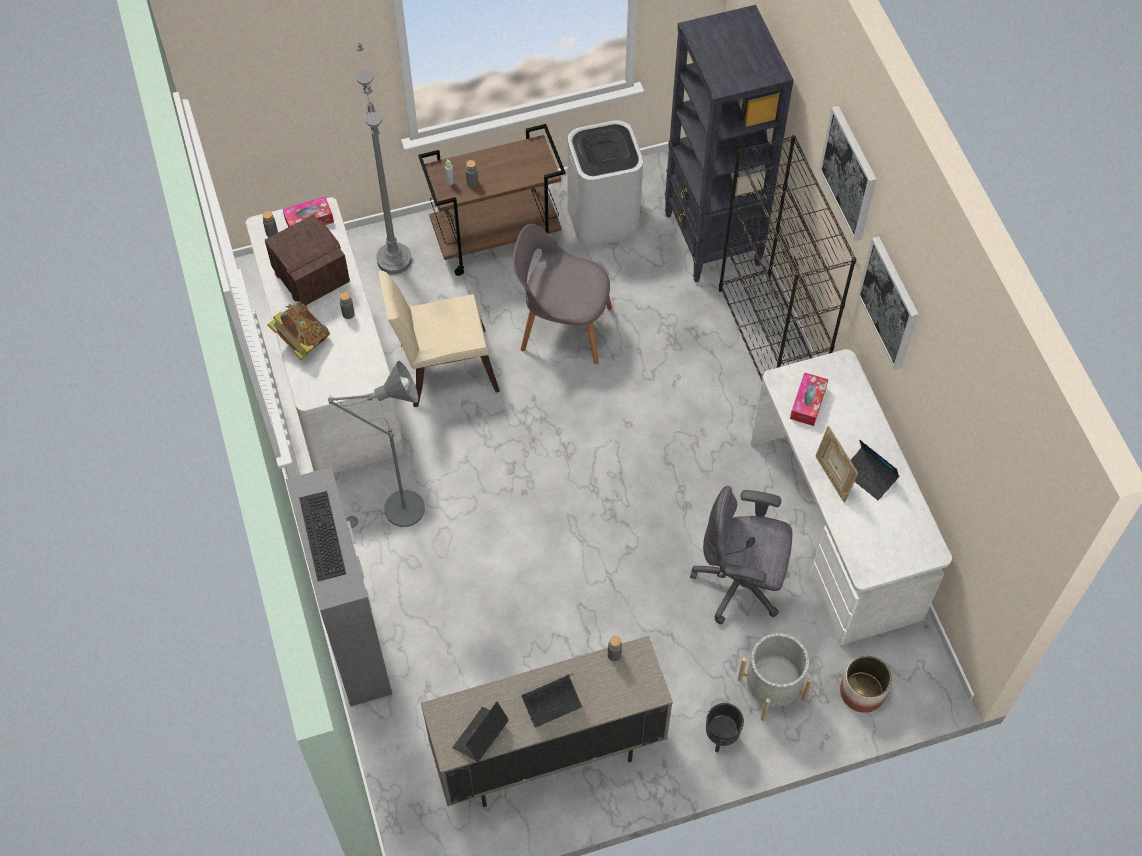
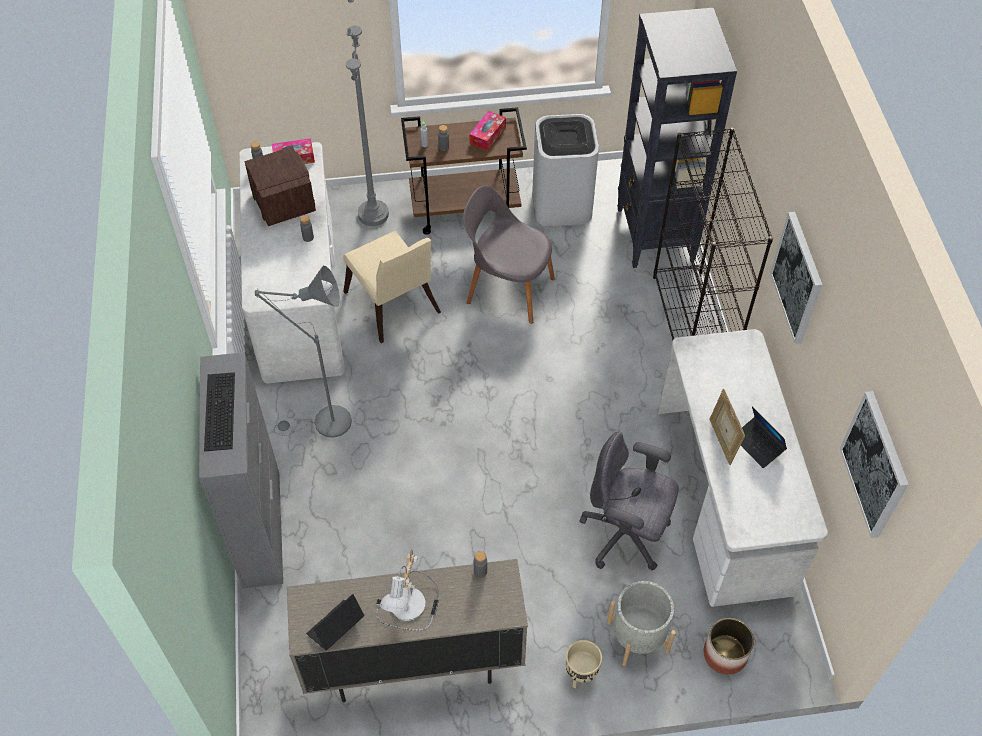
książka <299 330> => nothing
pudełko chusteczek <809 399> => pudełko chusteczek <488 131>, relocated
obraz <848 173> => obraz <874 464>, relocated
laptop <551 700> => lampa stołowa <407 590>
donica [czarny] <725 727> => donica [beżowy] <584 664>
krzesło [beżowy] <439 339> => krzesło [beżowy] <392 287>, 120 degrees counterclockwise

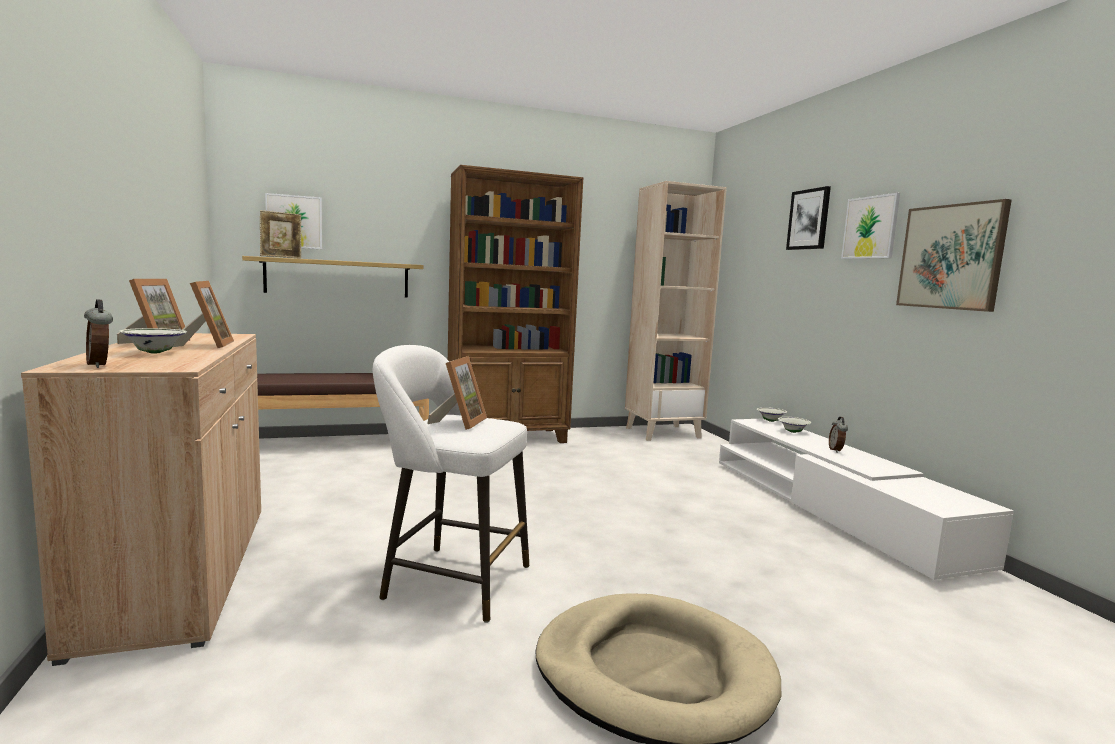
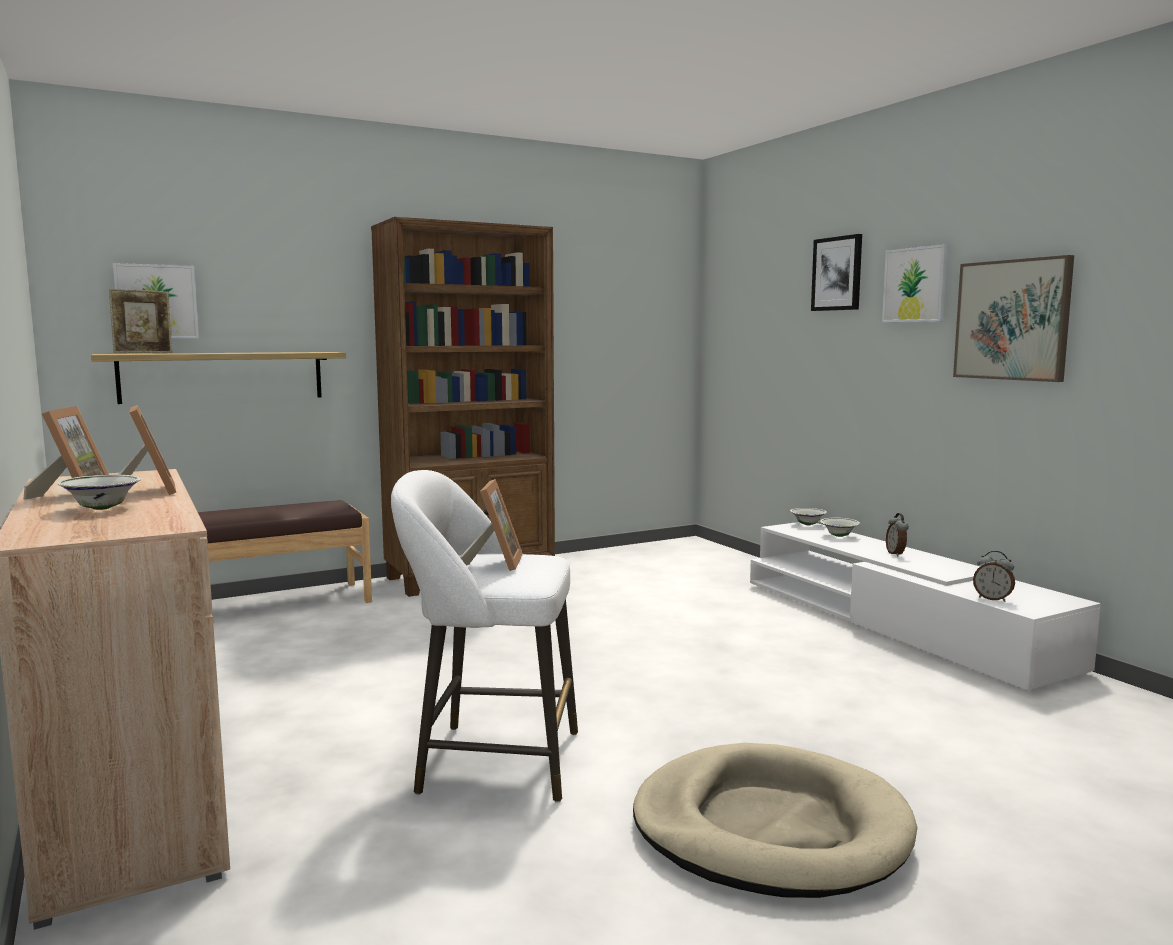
regał [beżowy] <676 311> => nothing
budzik <98 333> => budzik <994 576>, relocated

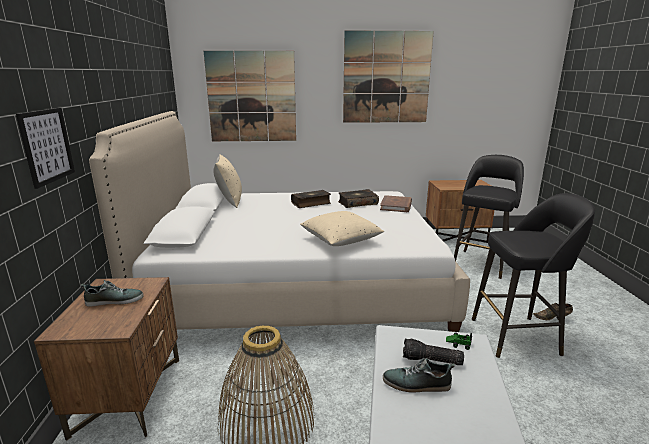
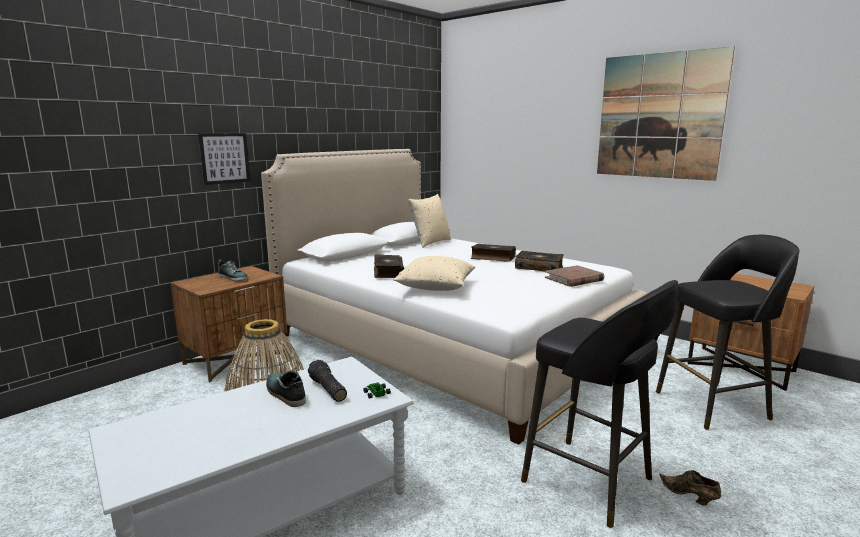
obraz <250 96> => nothing
nothing => książka <389 266>

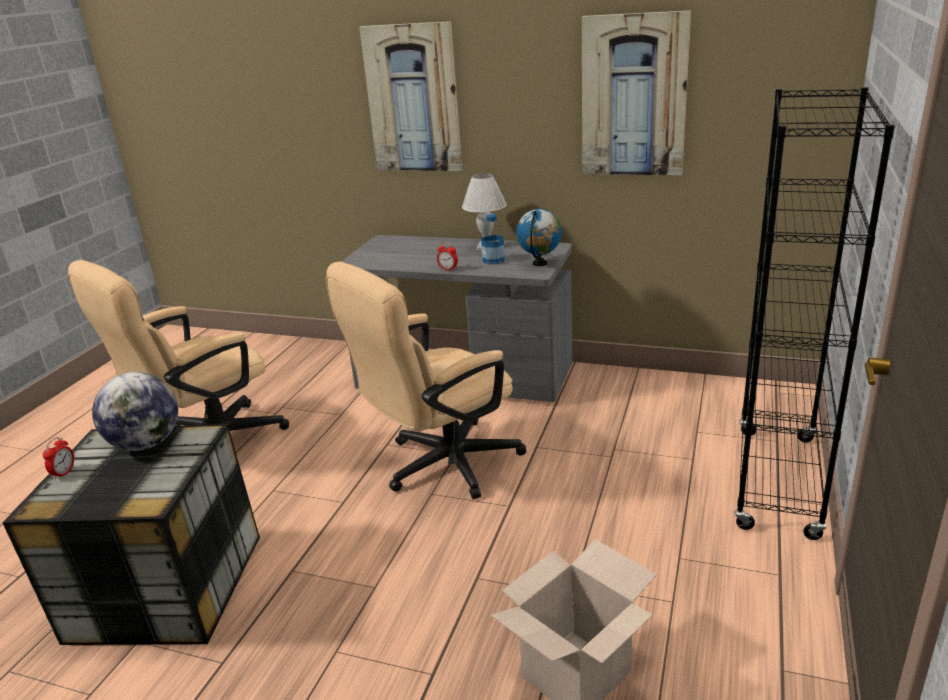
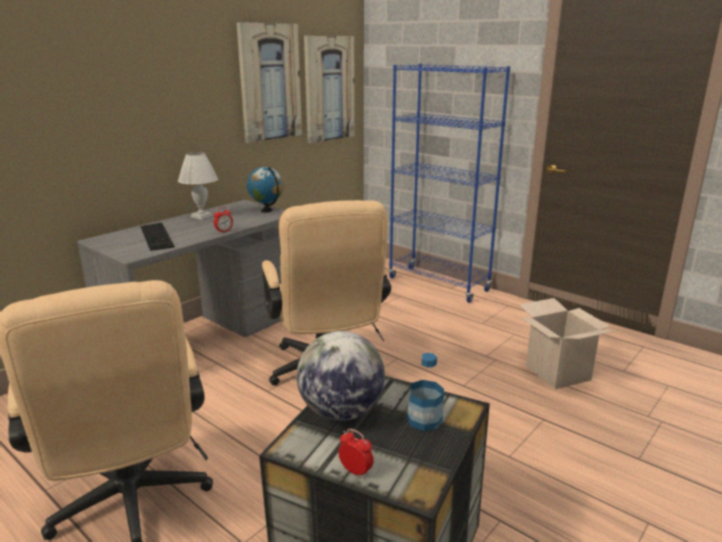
nothing => klawiatura <157 237>
obraz <410 96> => obraz <329 89>, relocated
butelka <493 239> => butelka <425 392>, relocated
regał [czarny] <814 313> => regał [niebieski] <449 183>

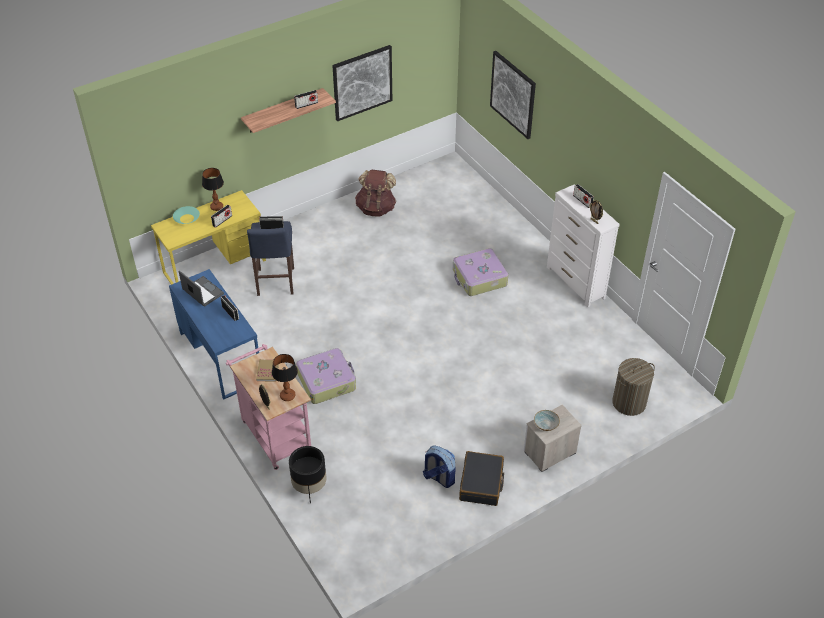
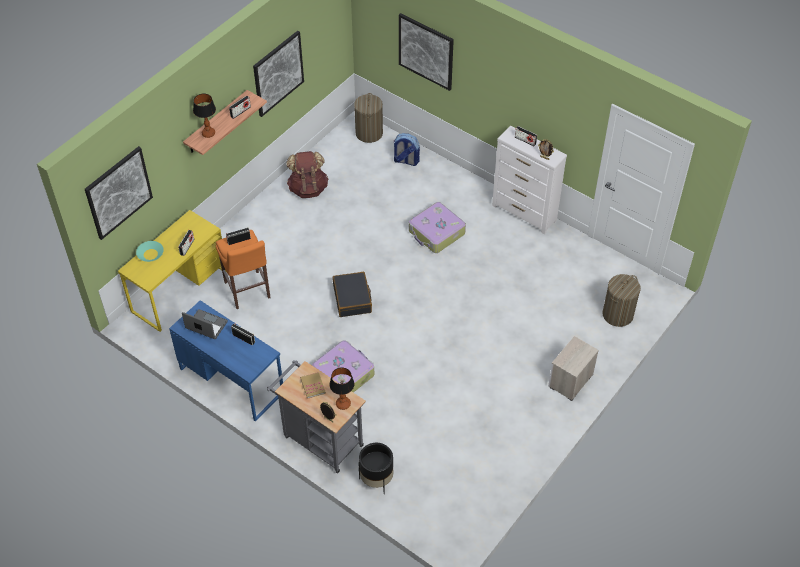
miska <547 420> => nothing
nothing => obraz <119 193>
nothing => kosz na pranie <368 118>
lampa stołowa <213 189> => lampa stołowa <204 116>, relocated
plecak <439 466> => plecak <406 149>, relocated
walizka [czarny] <481 478> => walizka [czarny] <352 294>, relocated
wózek [różowy] <268 407> => wózek [szary] <316 417>
stołek [niebieski] <270 258> => stołek [pomarańczowy] <243 269>

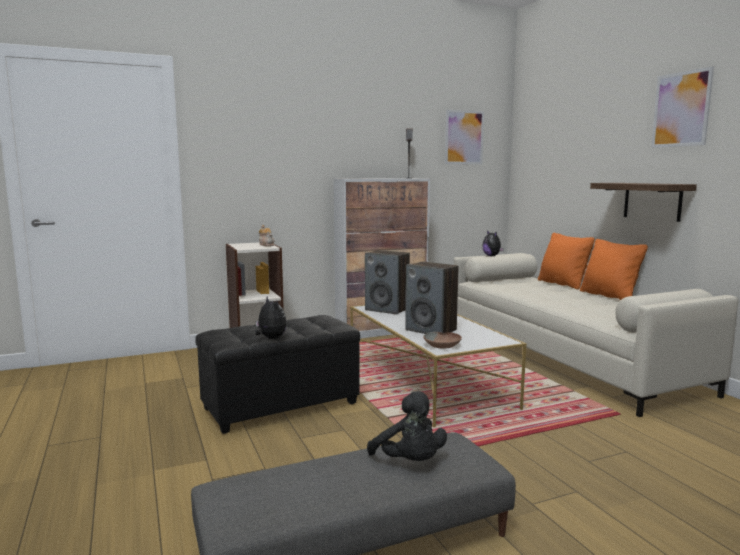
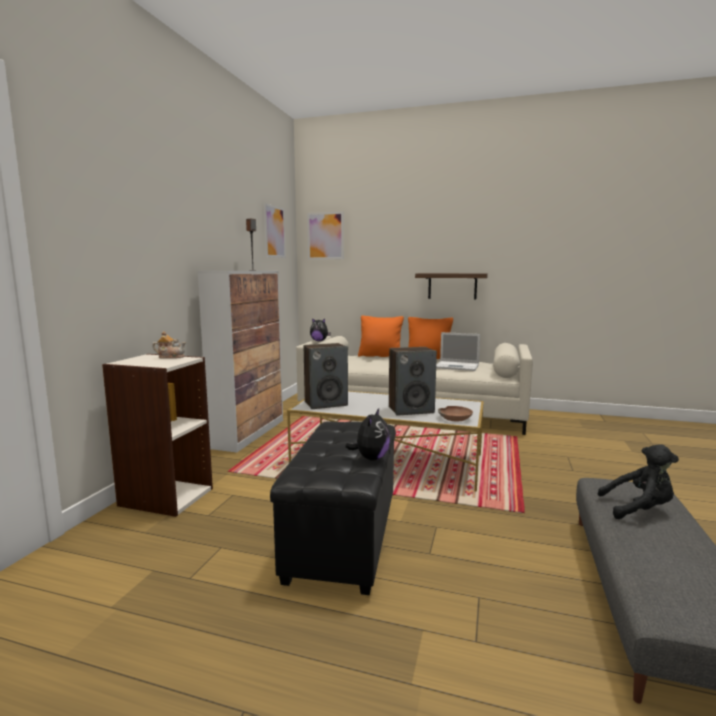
nothing => laptop <458 351>
obraz <682 107> => obraz <325 236>, relocated
pluszak <270 317> => pluszak <367 434>, 105 degrees clockwise

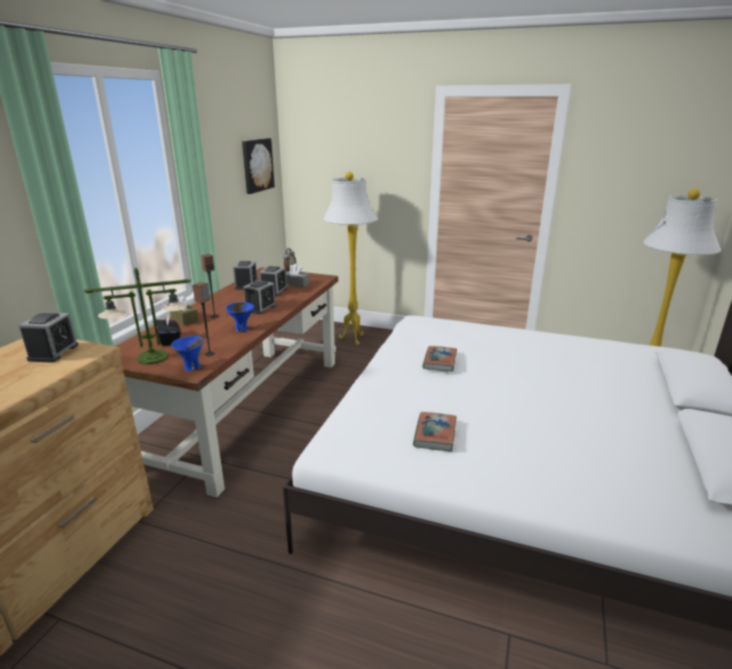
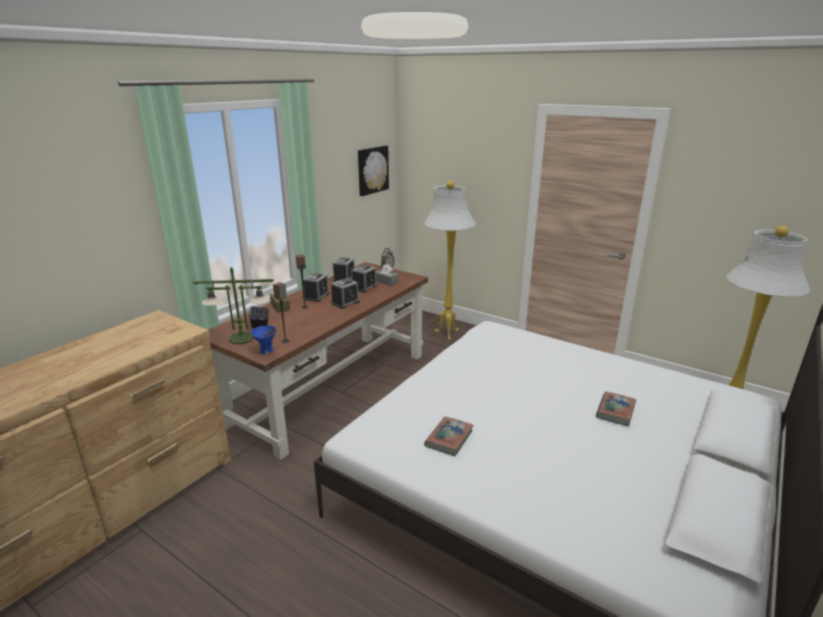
miska [niebieski] <240 317> => nothing
budzik <49 337> => budzik <316 287>, relocated
książka <439 359> => książka <616 409>, relocated

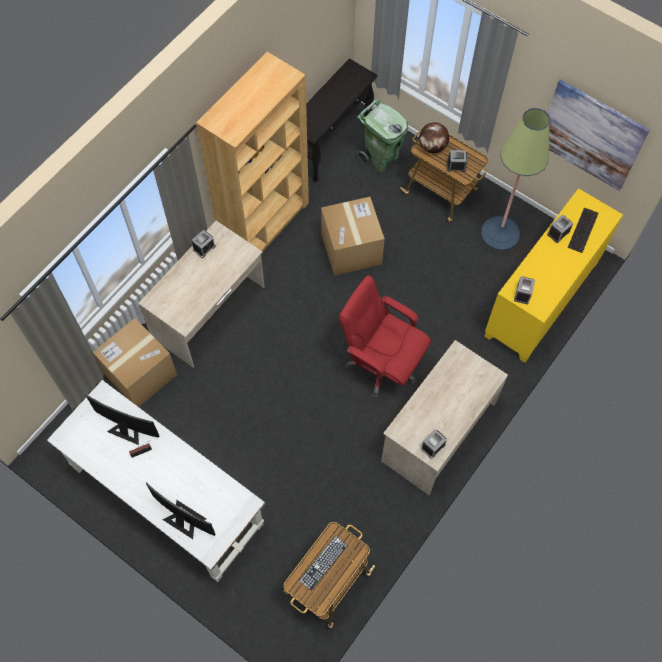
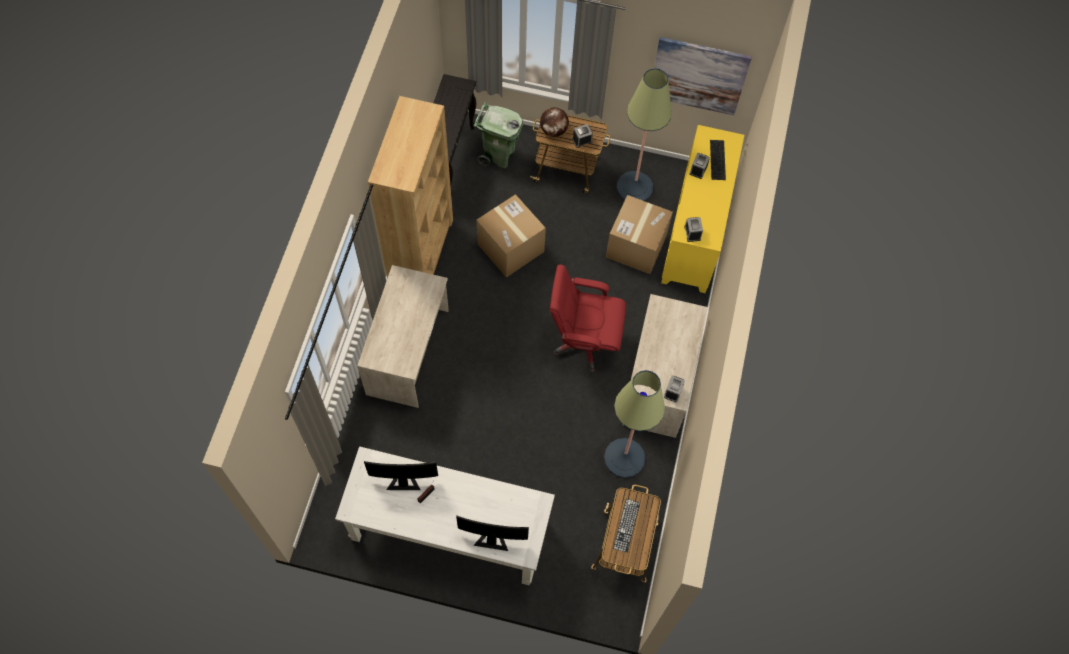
budzik <204 244> => nothing
nothing => lampa stojąca <634 424>
karton <135 362> => karton <639 234>, relocated

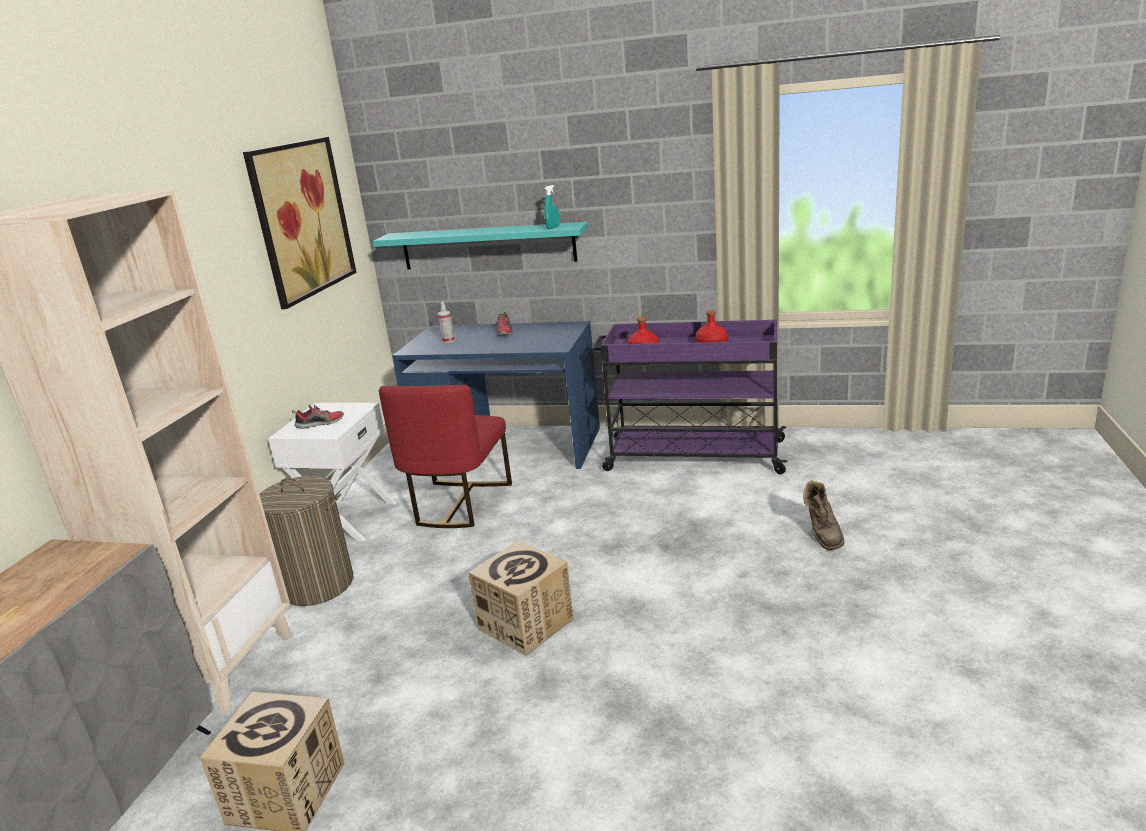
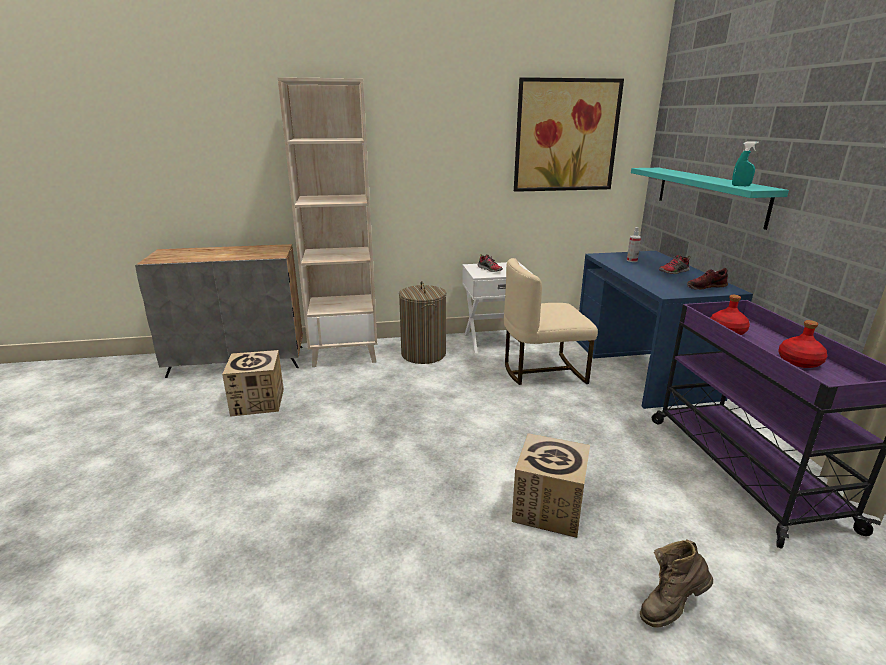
nothing => but <707 279>
karton <521 598> => karton <551 485>, relocated
krzesło [czerwony] <445 456> => krzesło [beżowy] <551 321>

